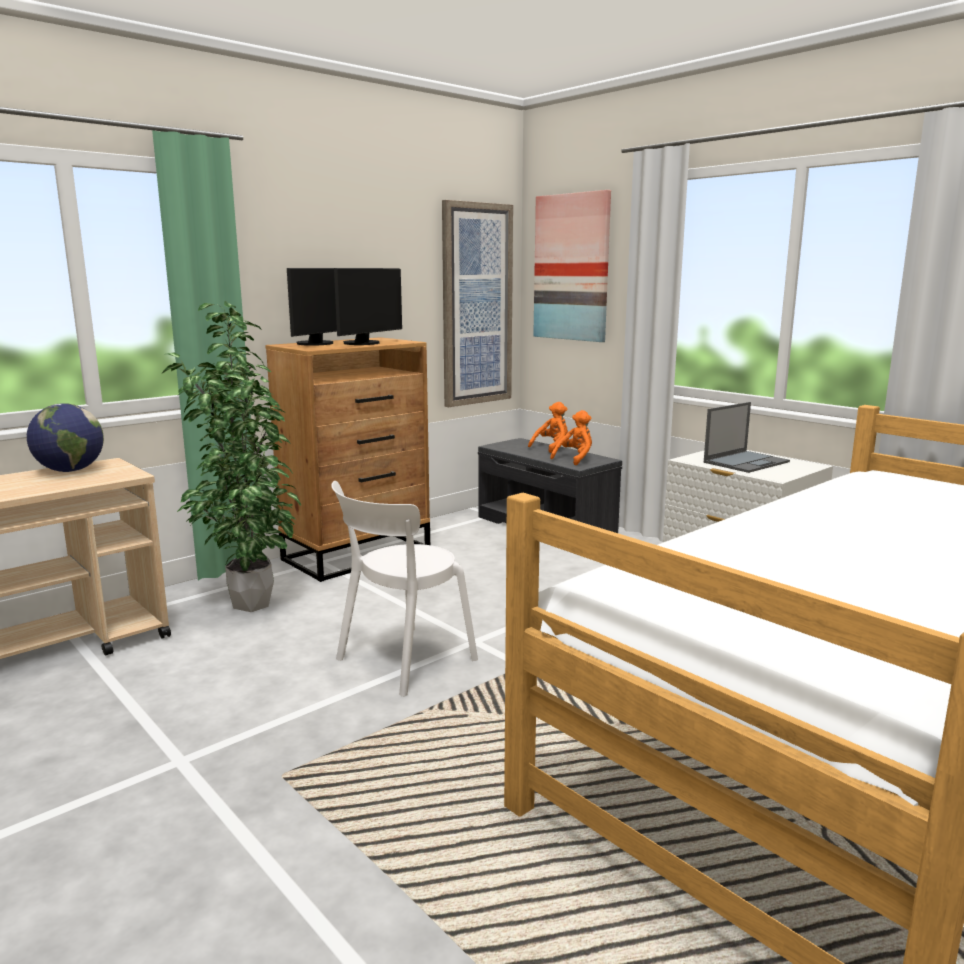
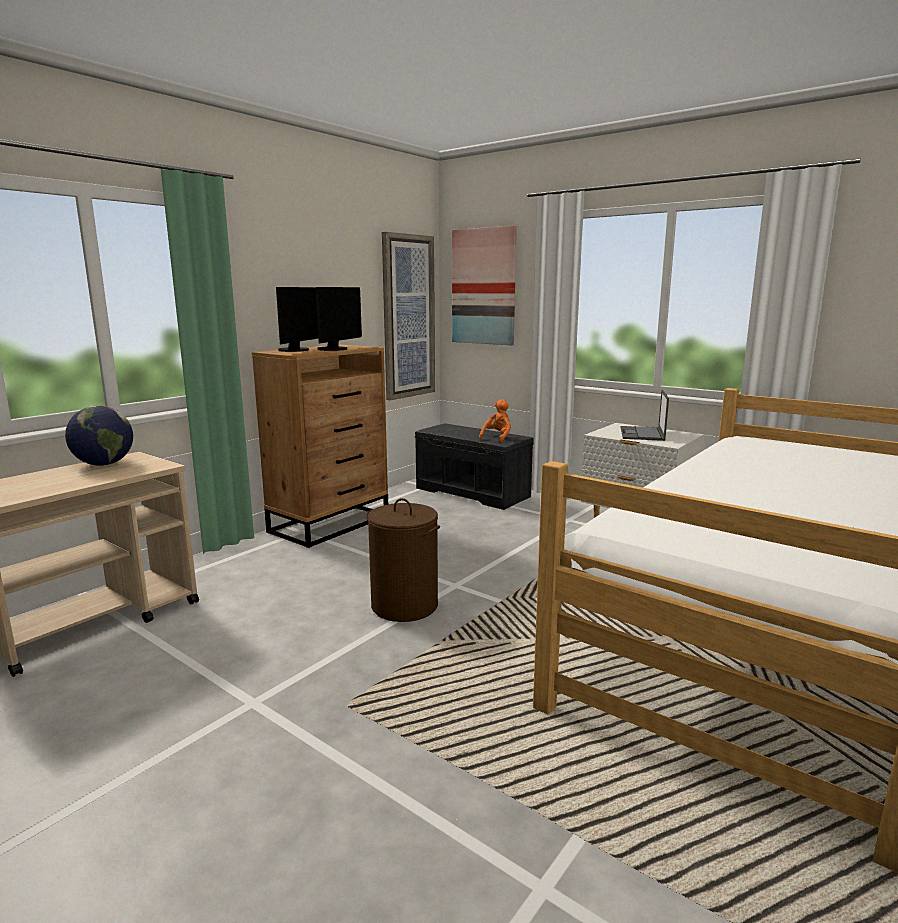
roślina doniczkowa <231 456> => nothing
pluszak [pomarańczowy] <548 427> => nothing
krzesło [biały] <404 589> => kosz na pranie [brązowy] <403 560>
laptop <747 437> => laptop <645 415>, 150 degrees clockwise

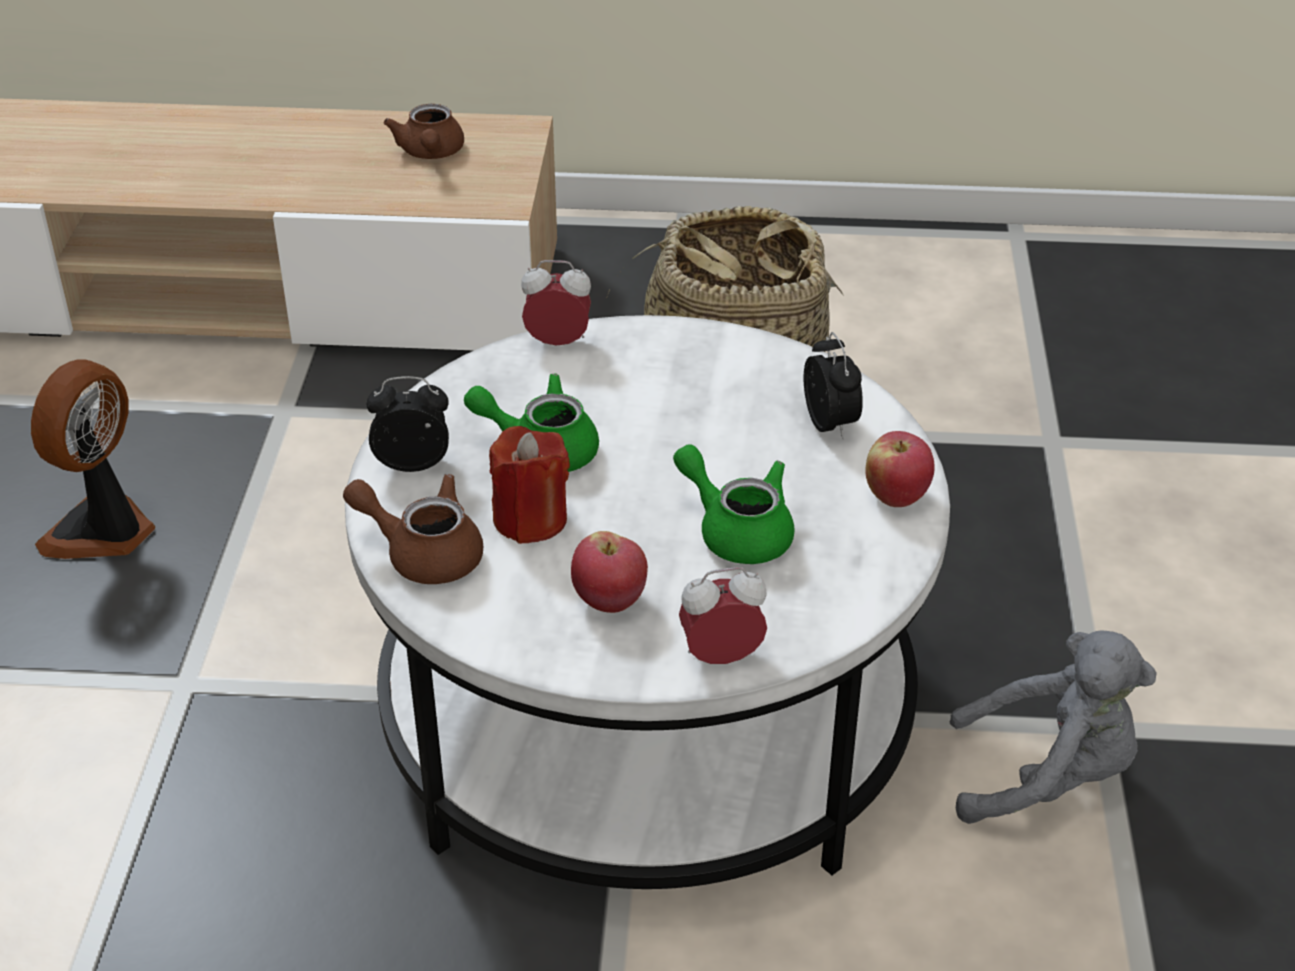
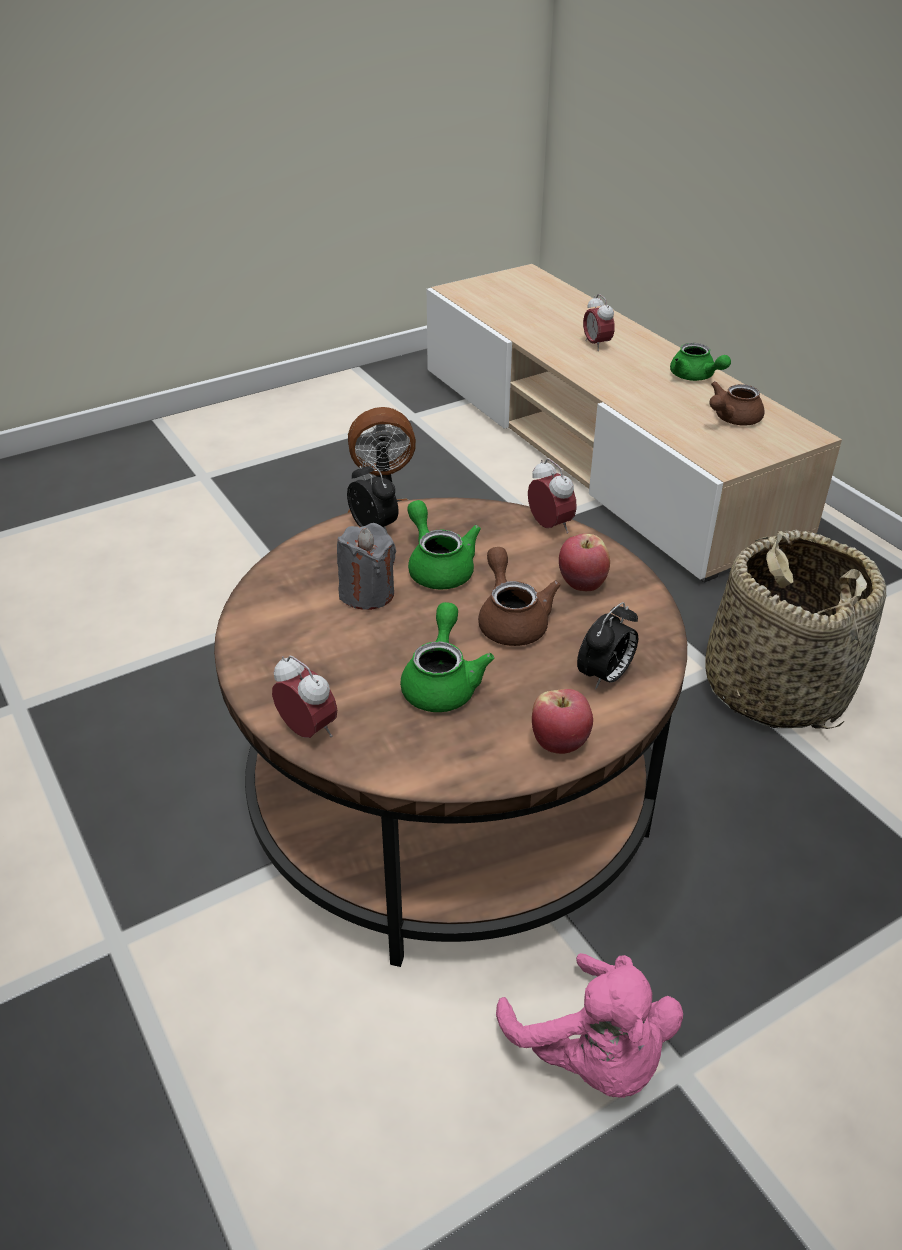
nothing => budzik <599 322>
nothing => imbryk [zielony] <700 362>
imbryk [brązowy] <413 529> => imbryk [brązowy] <519 596>, relocated
jabłko <609 572> => jabłko <584 562>, relocated
ława [biały] <647 602> => ława [brązowy] <450 732>
świeca [czerwony] <529 485> => świeca [szary] <366 566>
pluszak [szary] <1053 727> => pluszak [różowy] <589 1025>

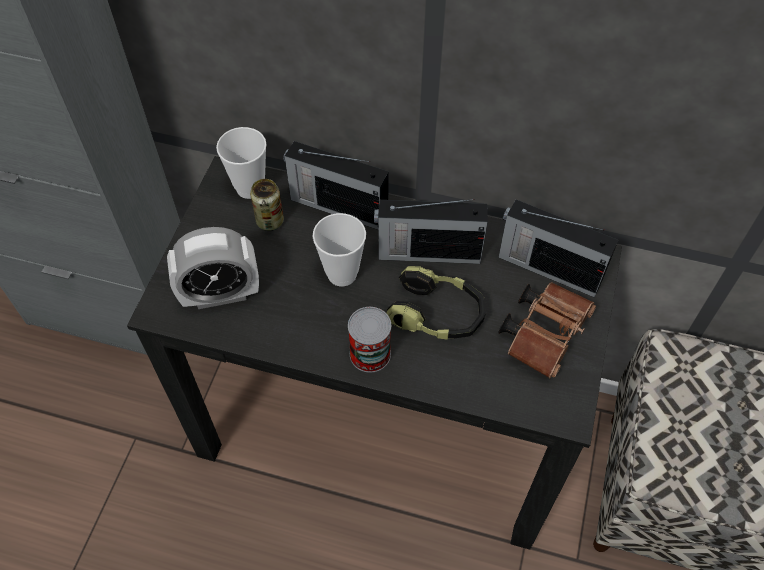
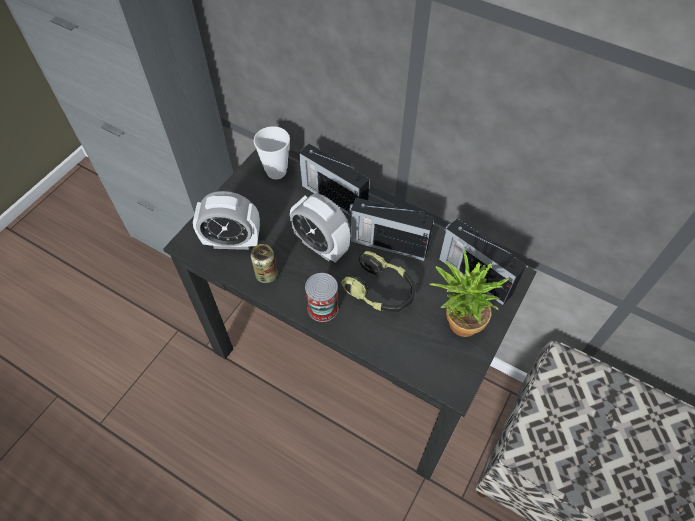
puszka <267 205> => puszka <264 263>, relocated
filiżanka <339 249> => budzik <320 228>
lornetka [brązowy] <547 330> => roślina doniczkowa <470 293>

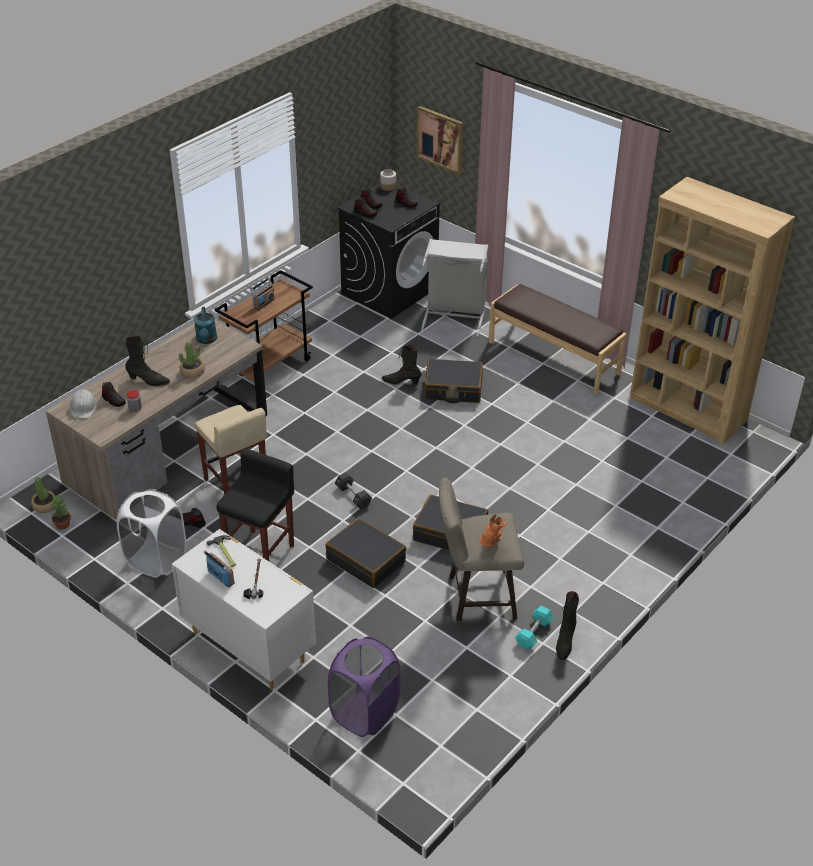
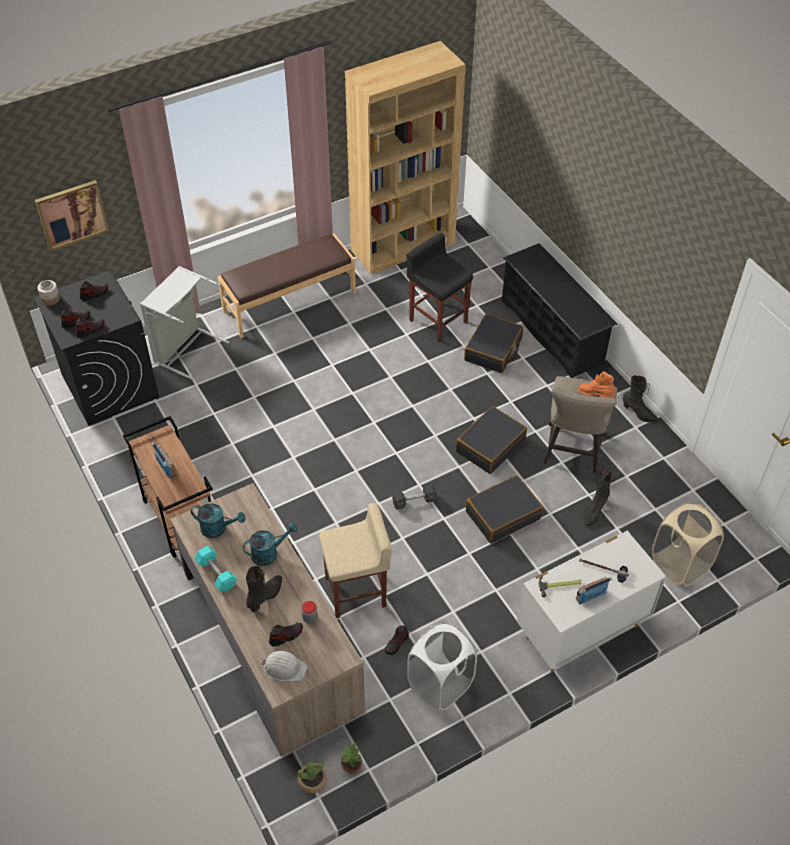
nothing => regał na buty [czarny] <560 310>
stołek [czarny] <255 505> => stołek [czarny] <440 287>, relocated
but z cholewką [czarny] <401 365> => but z cholewką [czarny] <598 498>, relocated
walizka [czarny] <454 381> => walizka [czarny] <493 343>, relocated
hantel [turkusowy] <534 628> => hantel [turkusowy] <216 569>, relocated
roślina doniczkowa <192 359> => konewka [turkusowy] <270 544>
kosz na pranie [fioletowy] <364 687> => kosz na pranie [beżowy] <688 544>

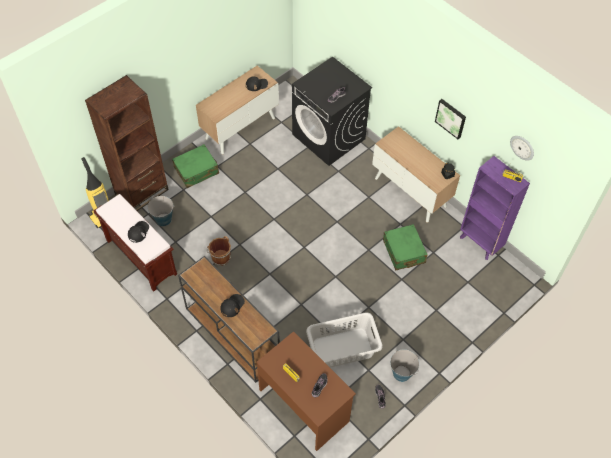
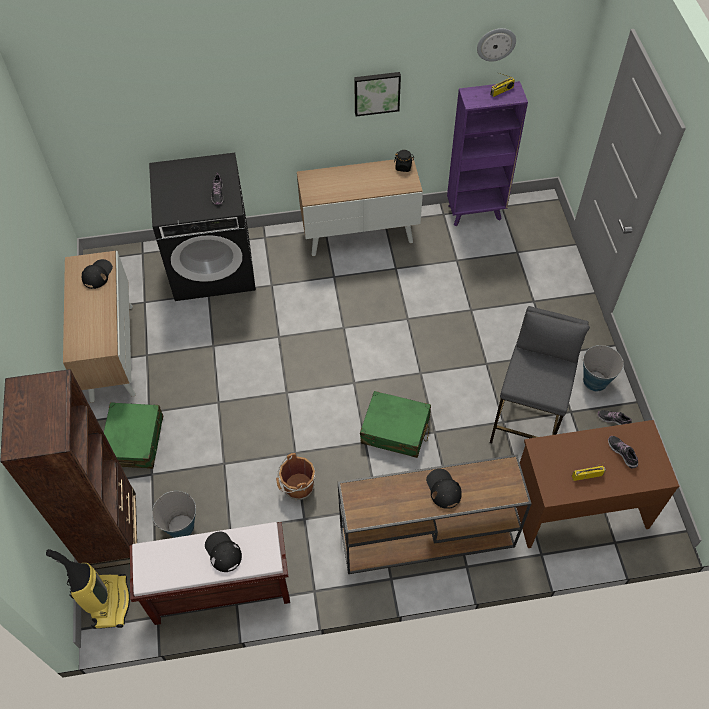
walizka [zielony] <405 247> => walizka [zielony] <395 424>, relocated
kosz na pranie [szary] <344 340> => stołek [szary] <540 375>

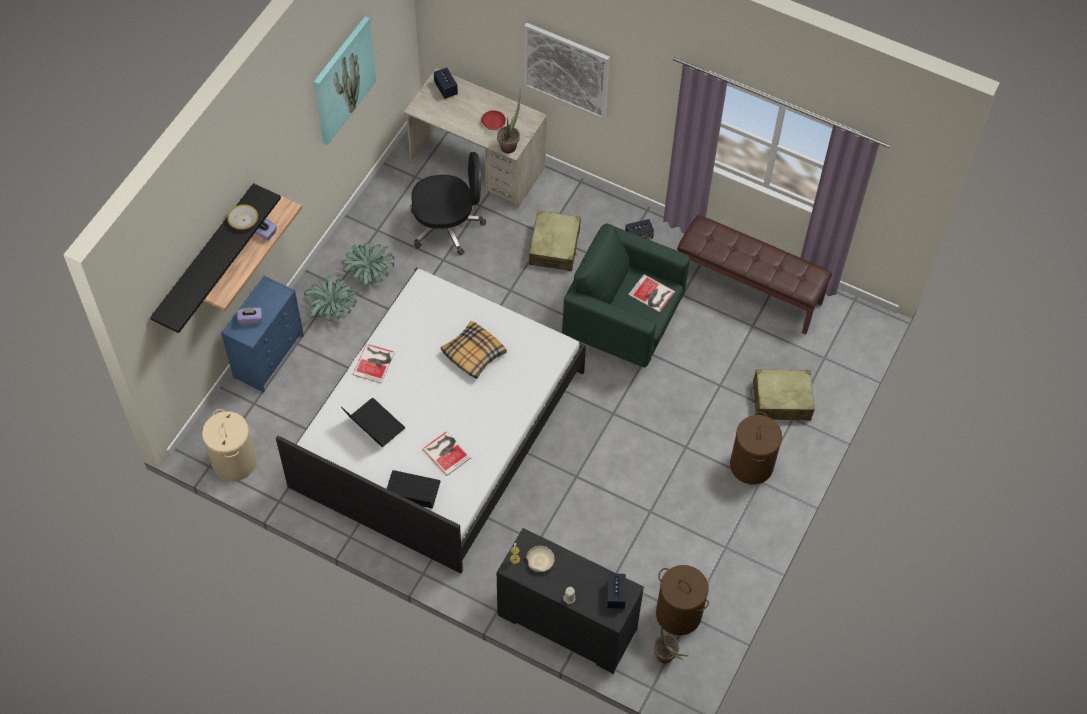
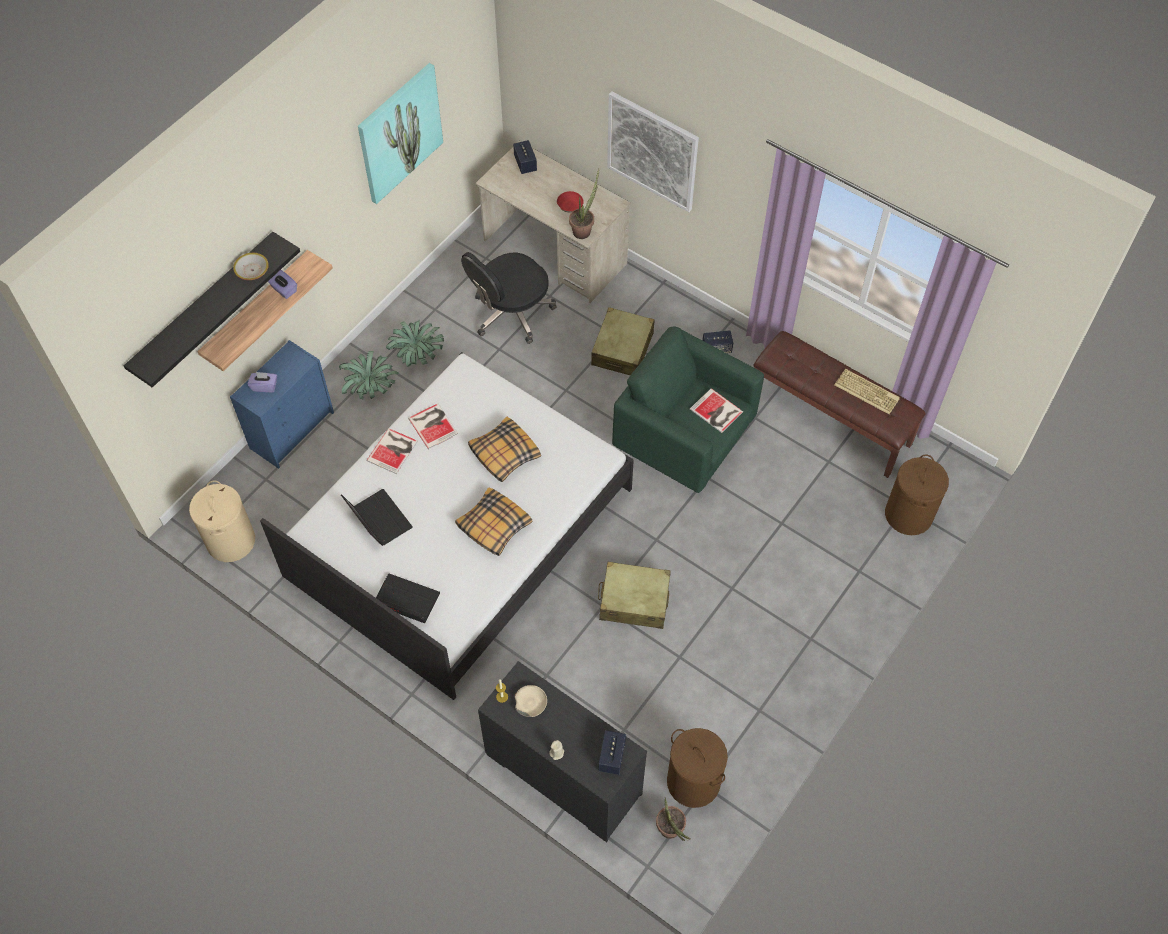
nothing => poduszka <493 521>
nothing => klawiatura <867 391>
książka <446 453> => książka <433 426>, relocated
kosz na pranie [brązowy] <756 448> => kosz na pranie [brązowy] <917 494>, relocated
walizka [beżowy] <782 394> => walizka [beżowy] <634 595>, relocated
krzesło biurowe [czarny] <448 203> => krzesło biurowe [czarny] <509 298>, 135 degrees clockwise

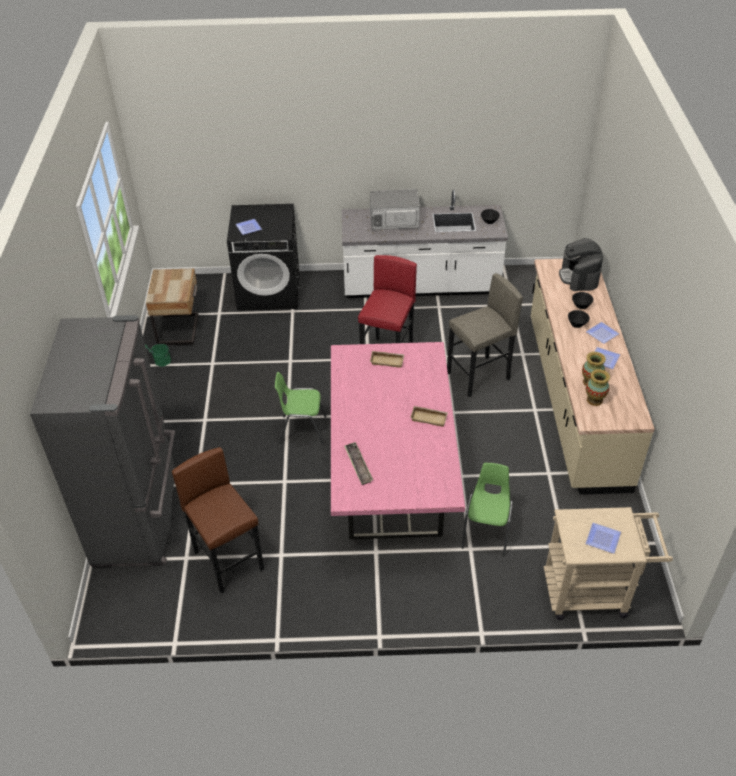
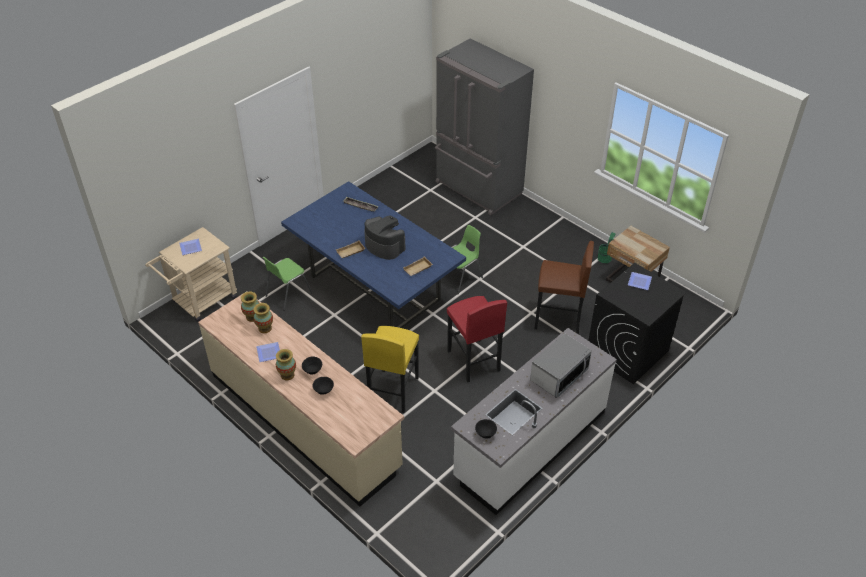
stołek [brązowy] <218 520> => stołek [brązowy] <564 287>, relocated
ekspres do kawy <581 264> => ekspres do kawy <384 237>, relocated
talerz <602 333> => wazon <286 364>
stół jadalny [różowy] <398 440> => stół jadalny [niebieski] <373 254>
stołek [szary] <485 335> => stołek [żółty] <390 369>
krzesło [zielony] <487 509> => krzesło [zielony] <287 284>, 75 degrees clockwise

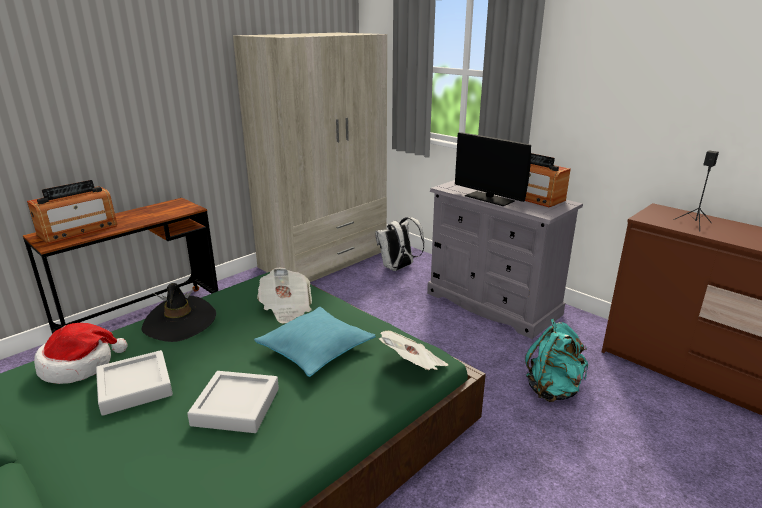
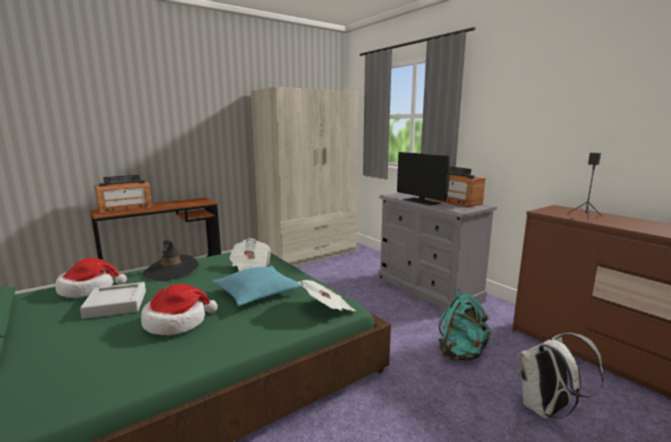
plecak [biały] <399 244> => plecak [biały] <560 376>, relocated
taca [szary] <233 402> => kapelusz <179 309>

